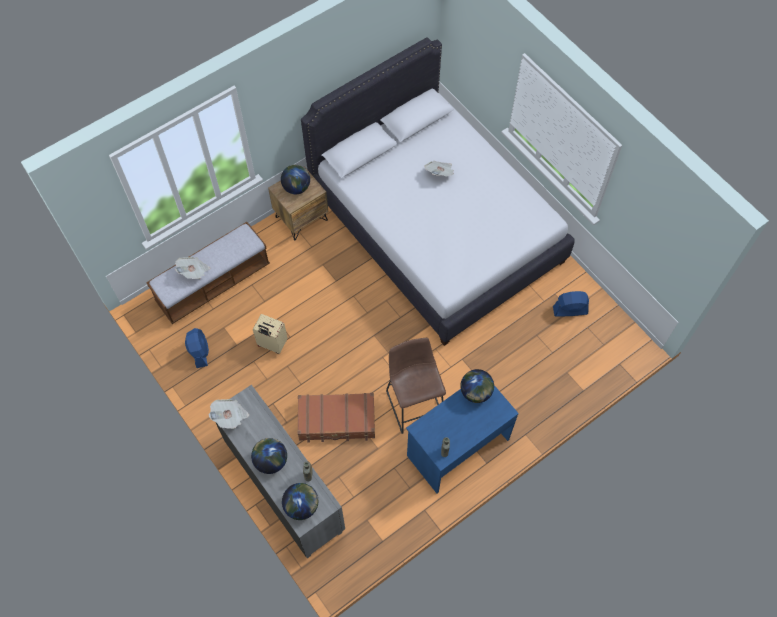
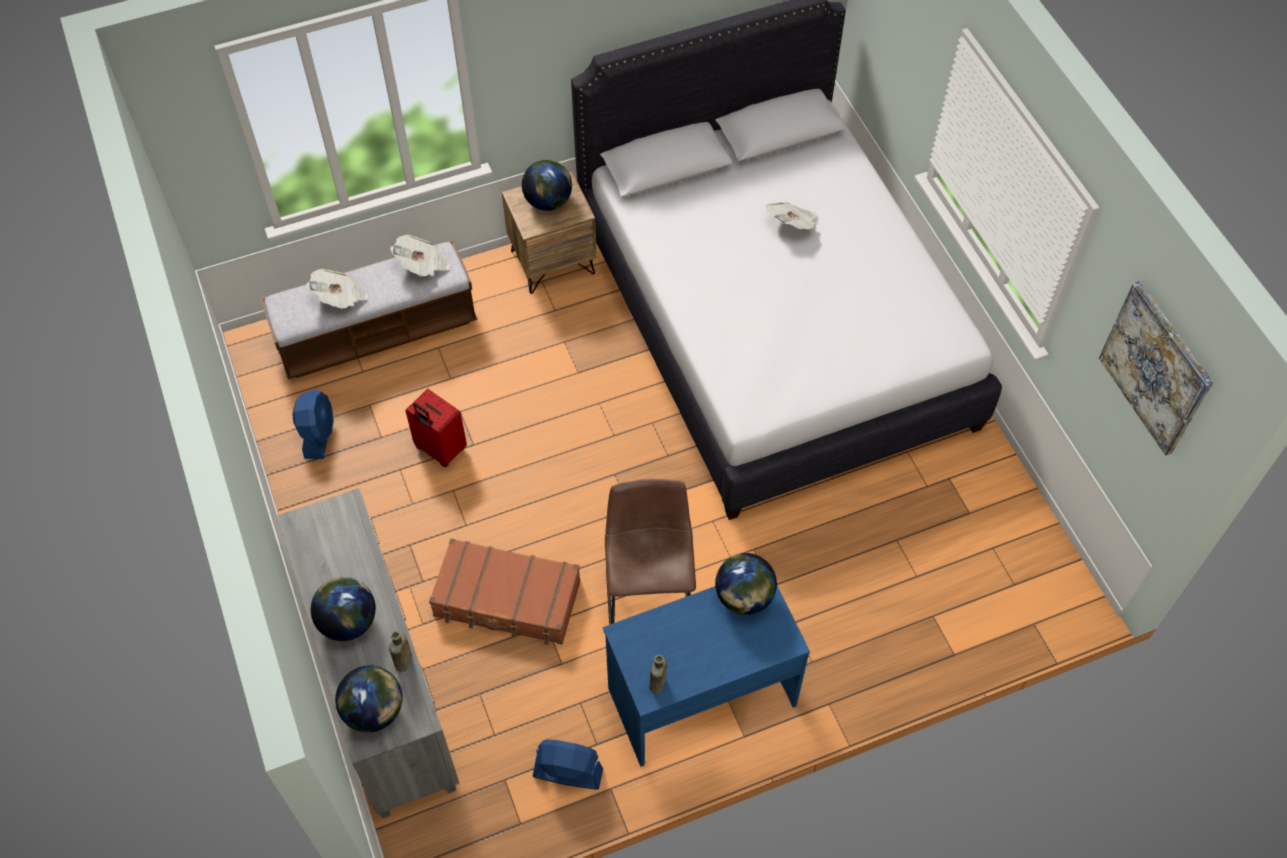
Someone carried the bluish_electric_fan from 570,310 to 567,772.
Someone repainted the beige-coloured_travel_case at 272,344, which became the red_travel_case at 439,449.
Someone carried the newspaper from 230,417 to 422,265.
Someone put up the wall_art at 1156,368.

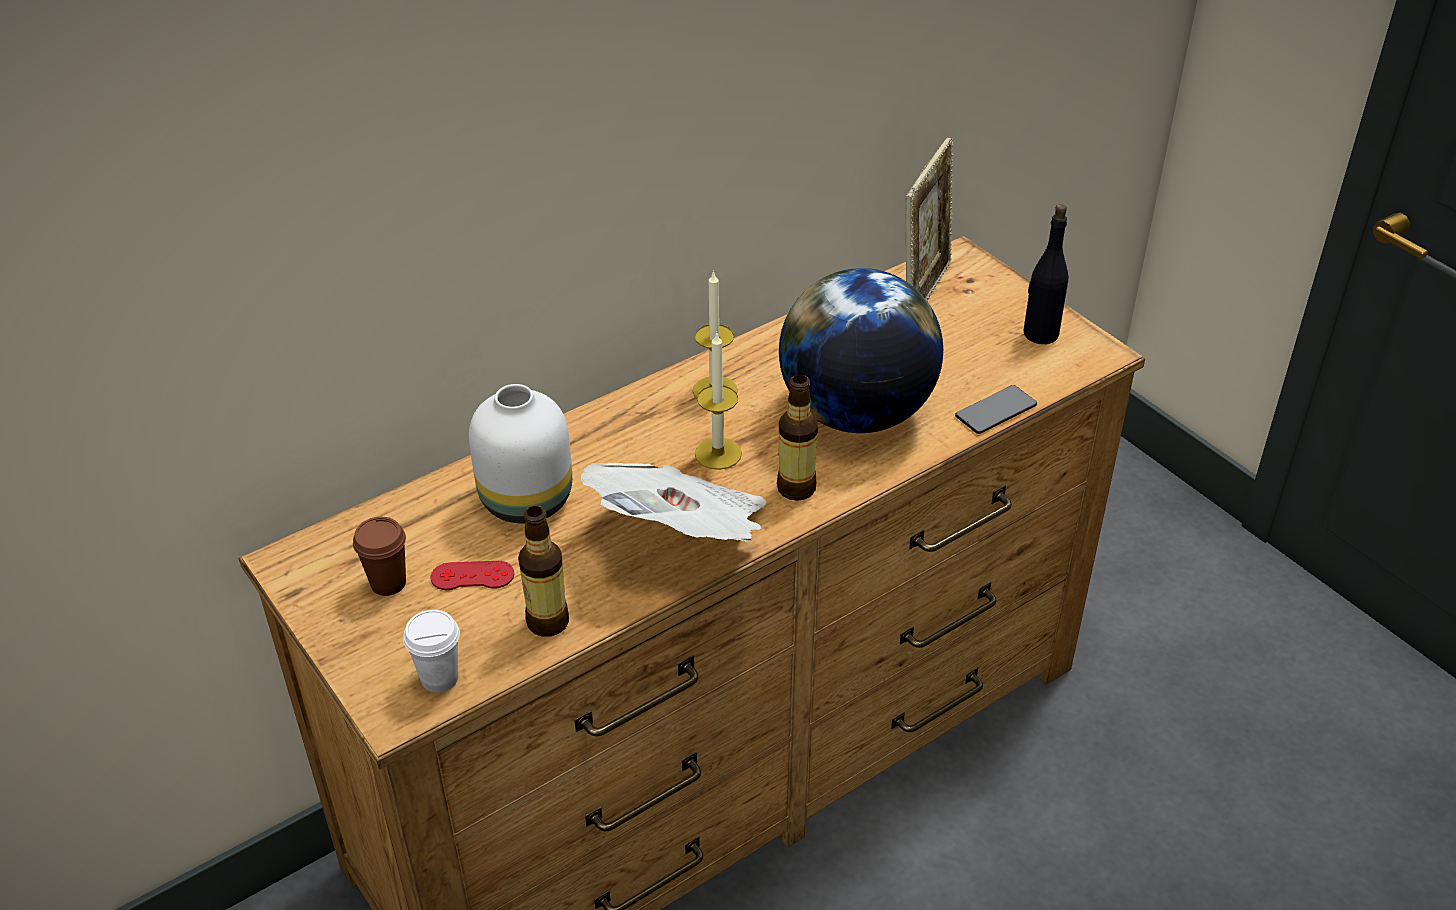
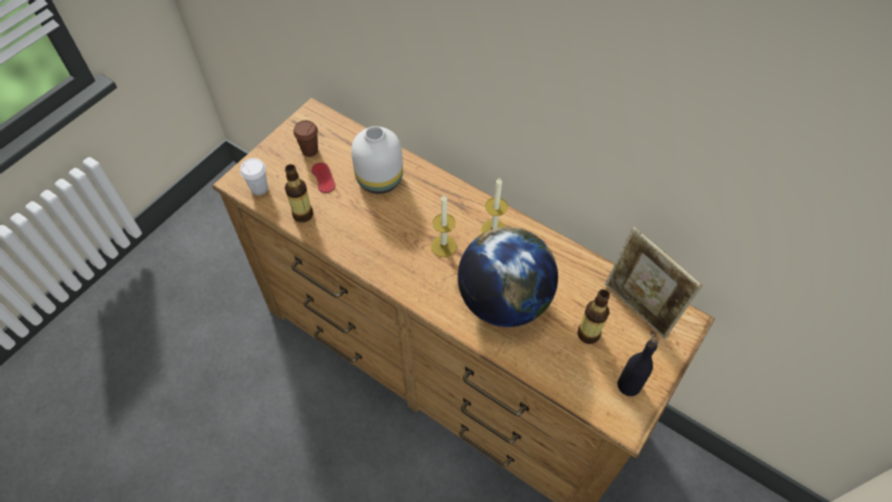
Someone rotated the standing_frame at 924,292 by 45 degrees clockwise.
Someone carried the bottle from 796,488 to 588,334.
Someone took away the handset at 995,411.
Someone took away the newspaper at 683,534.

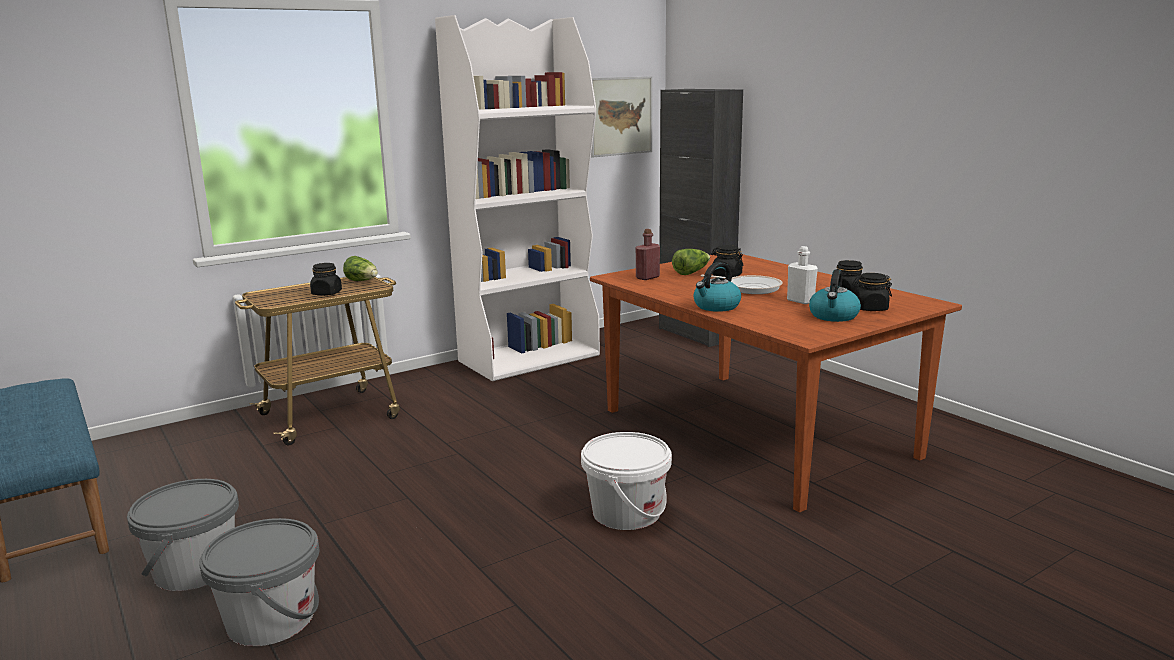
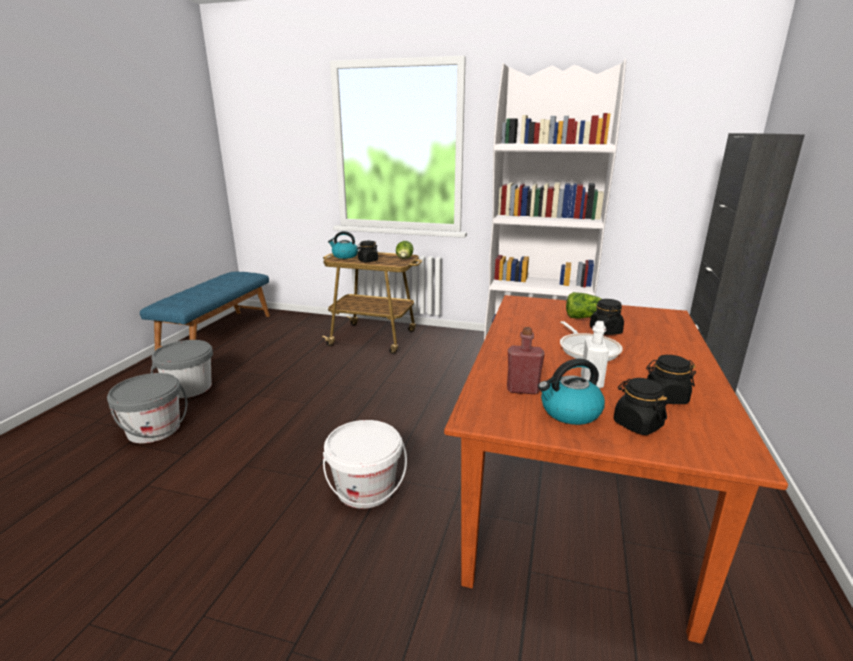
Someone took away the wall_art at 621,116.
Someone carried the red_bottle from 647,277 to 522,389.
Someone carried the tea_kettle from 716,306 to 344,256.

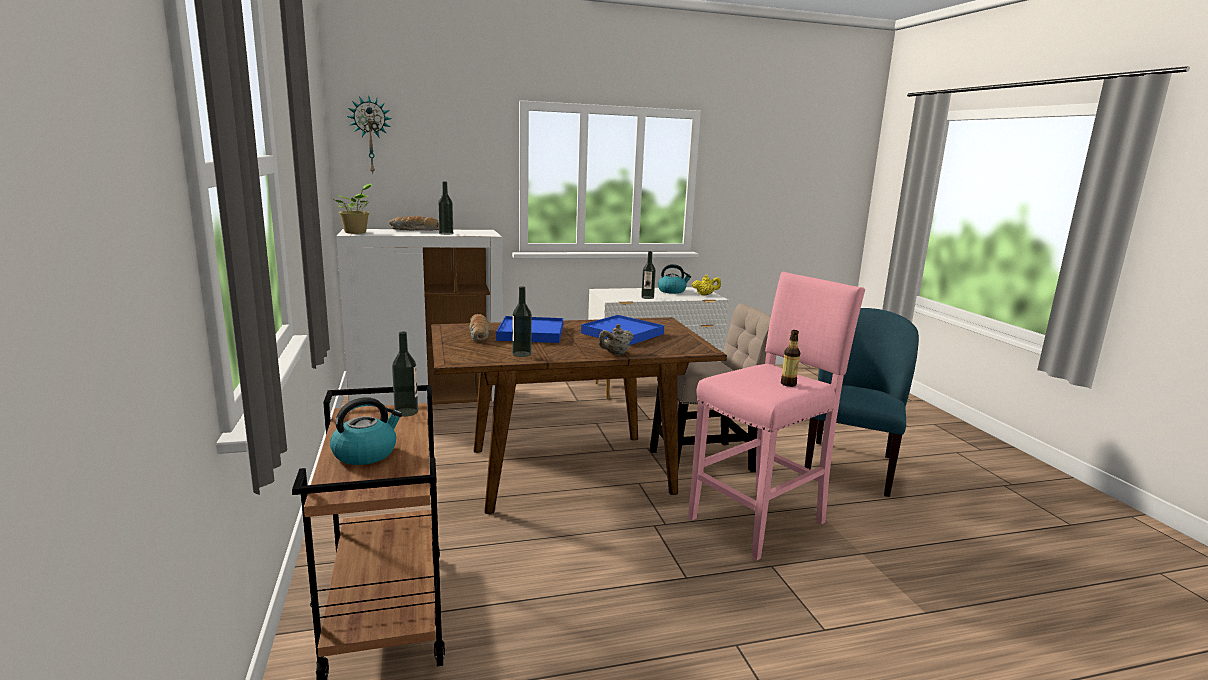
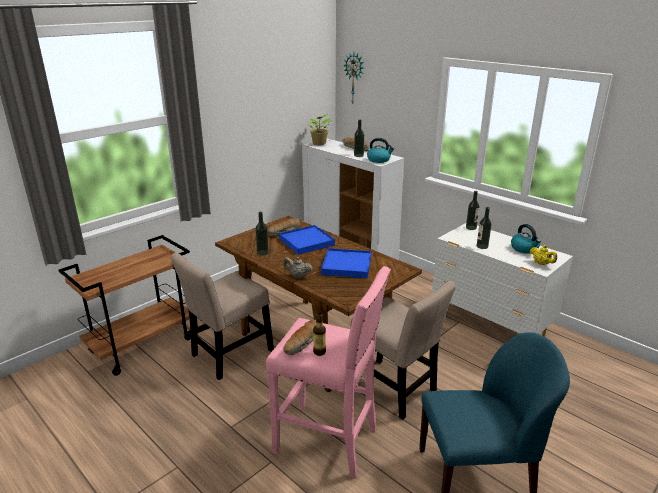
Someone carried the bottle from 406,412 to 471,227.
Someone carried the tea_kettle from 366,453 to 379,160.
Someone put down the beige-coloured_chair at 229,355.
Someone put down the bread at 303,343.

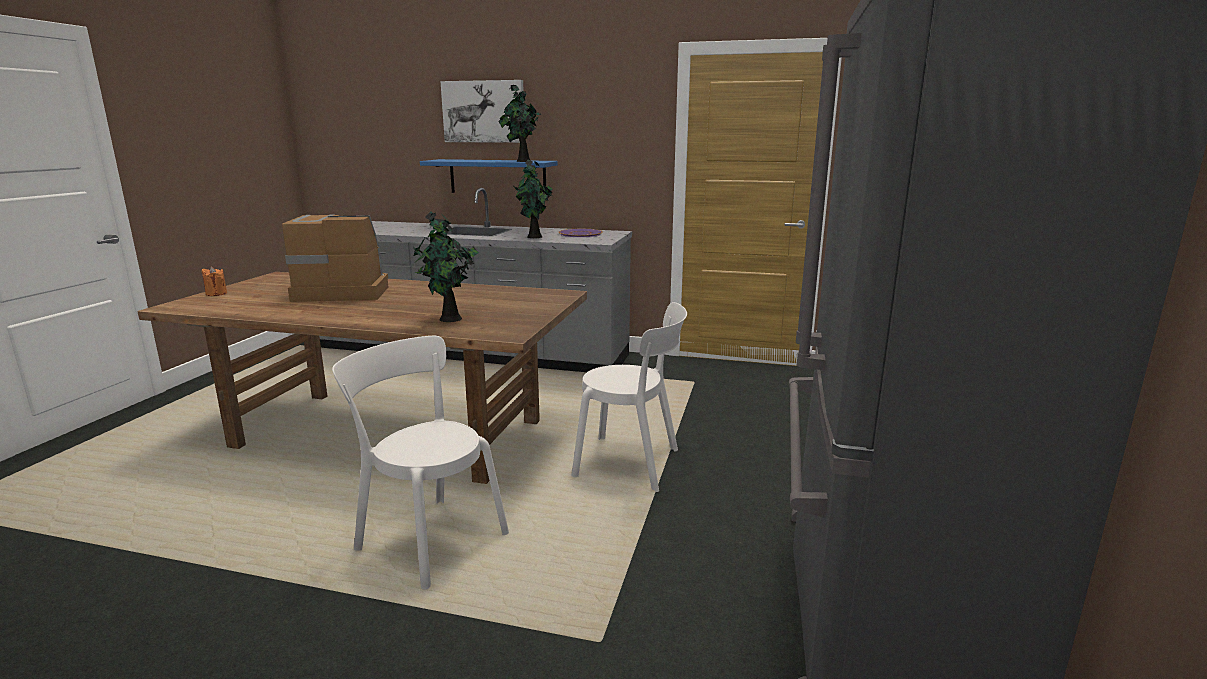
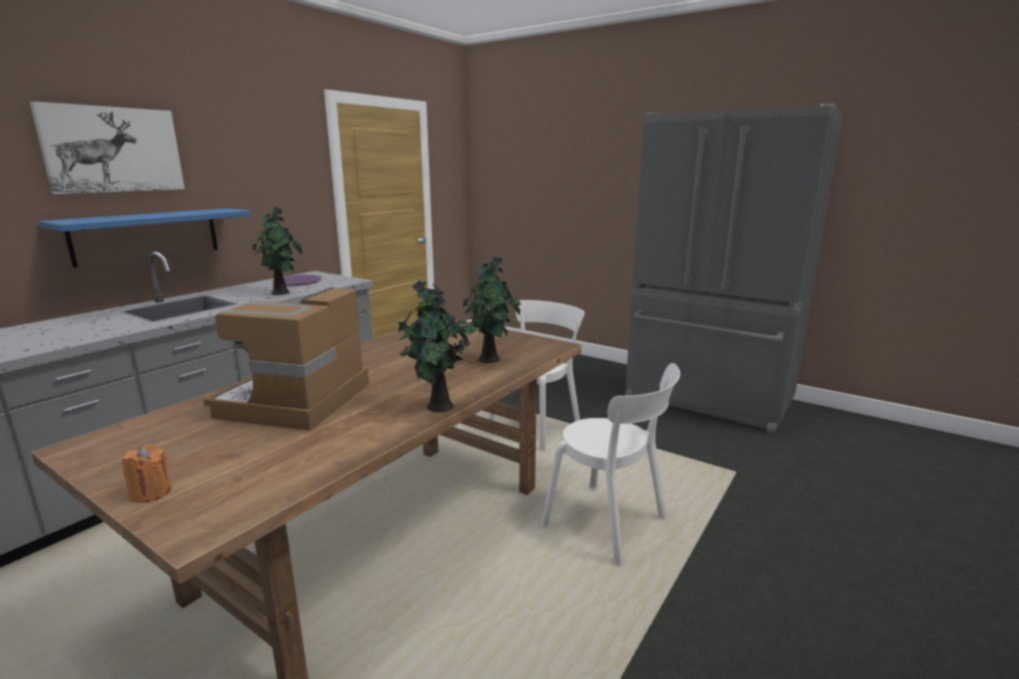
Someone carried the plant_in_a_pot from 522,161 to 439,407.
Someone rotated the white-coloured_chair at 428,538 by 105 degrees counterclockwise.

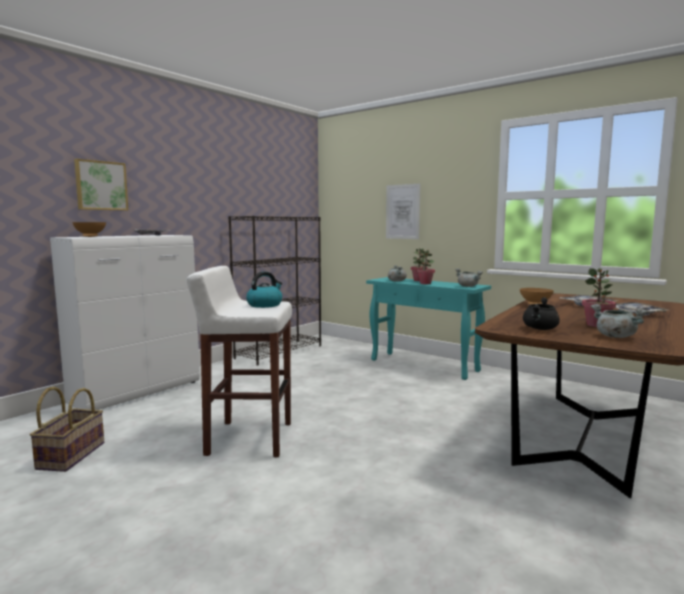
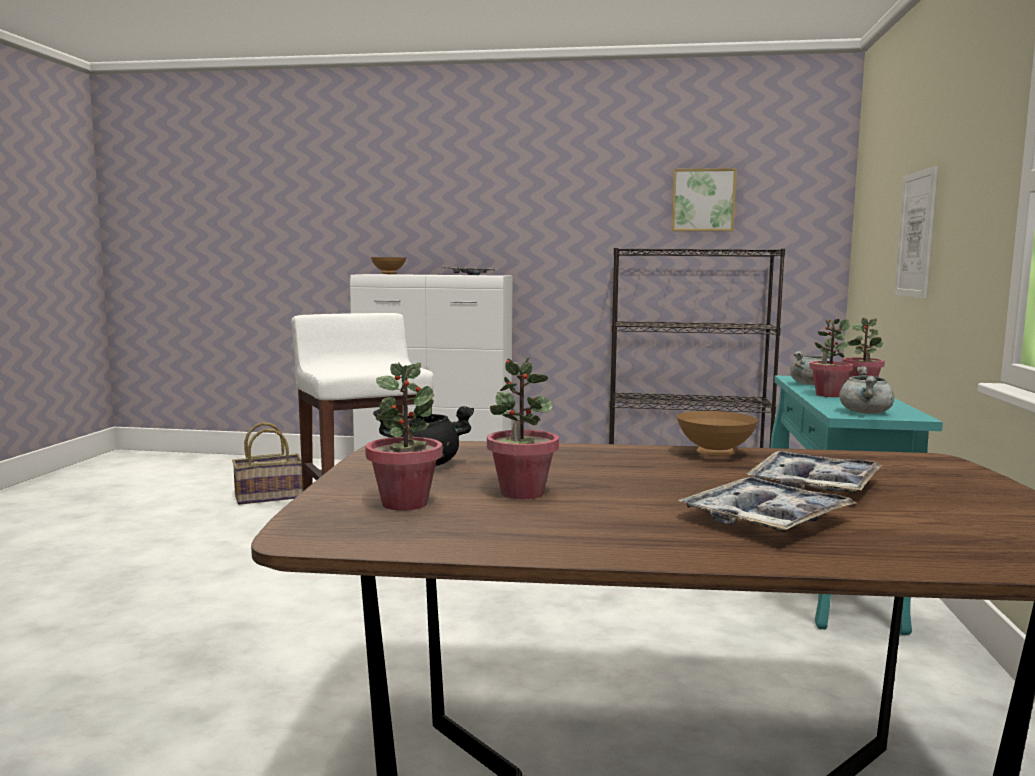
Someone carried the wall_art from 101,185 to 703,200.
Someone took away the tea_kettle at 265,305.
Someone swapped the greyish_stockpot at 614,336 for the plant_in_a_pot at 405,503.

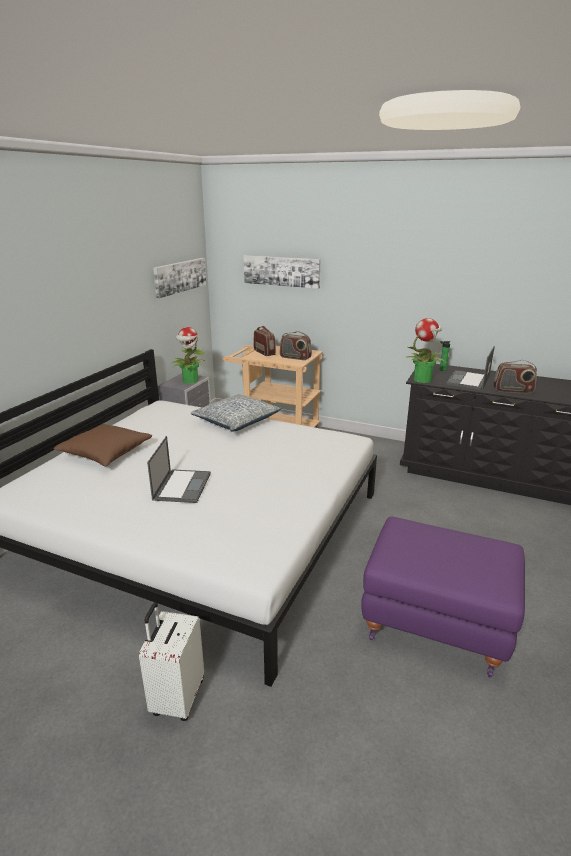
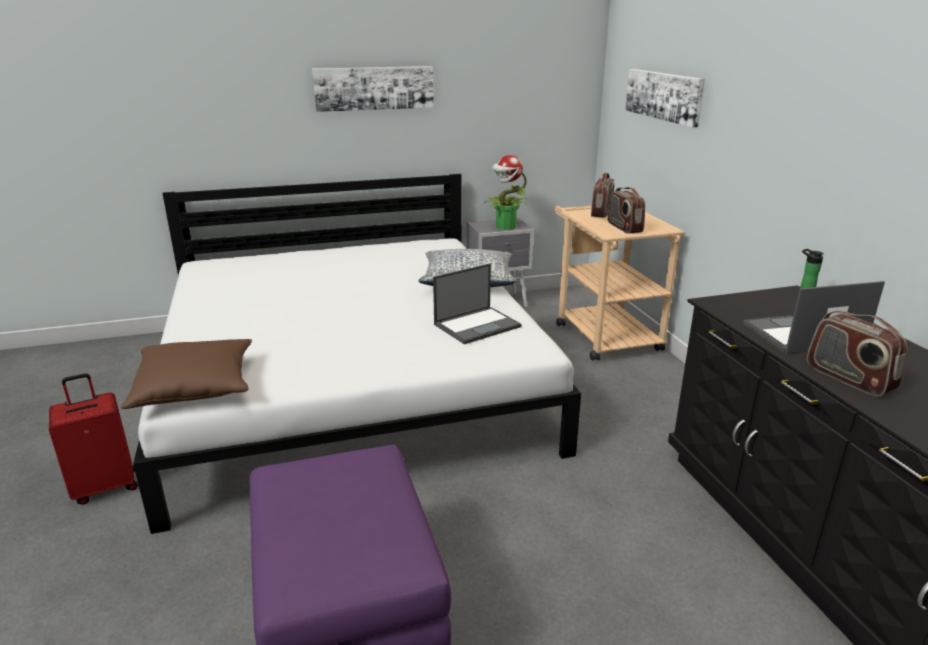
Someone carried the wall_art from 180,276 to 374,88.
Someone took away the plant_in_a_pot at 422,379.
Someone carried the brownish_cushion from 106,453 to 195,387.
Someone carried the notebook_computer from 182,486 to 477,325.
Someone repainted the white-coloured_travel_case at 177,698, which became the red_travel_case at 105,486.

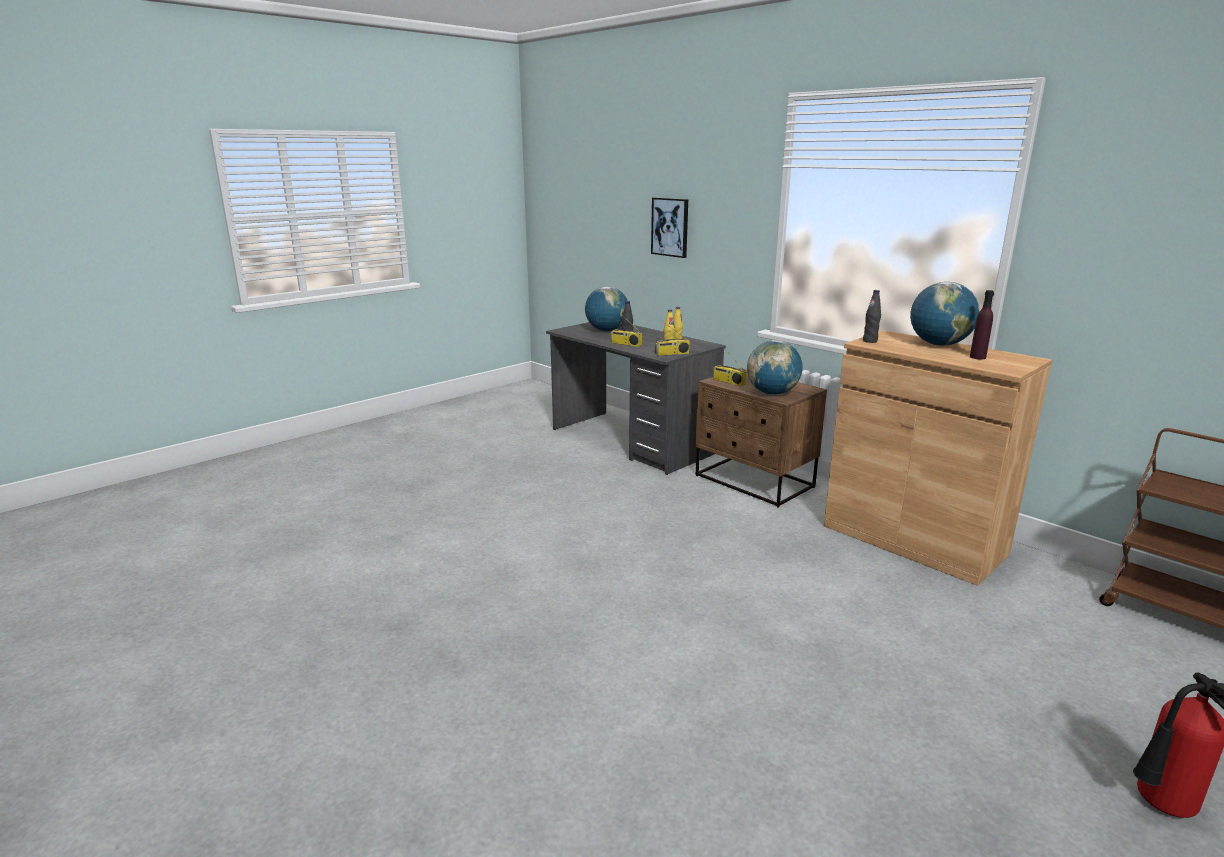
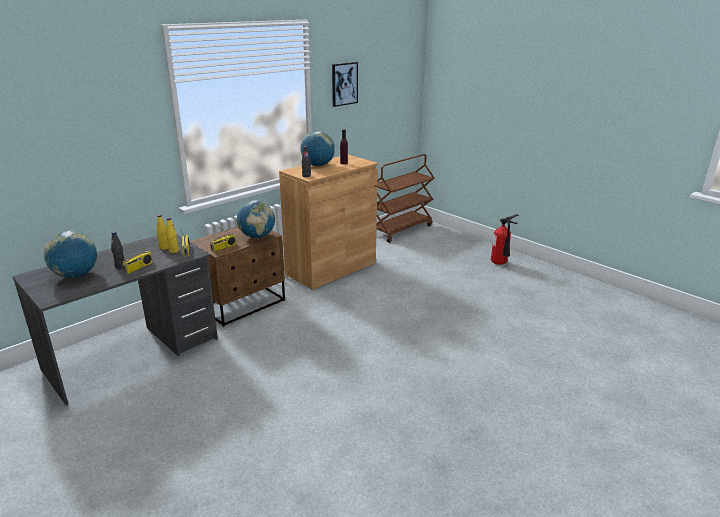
Someone carried the wall_art from 670,227 to 344,84.

